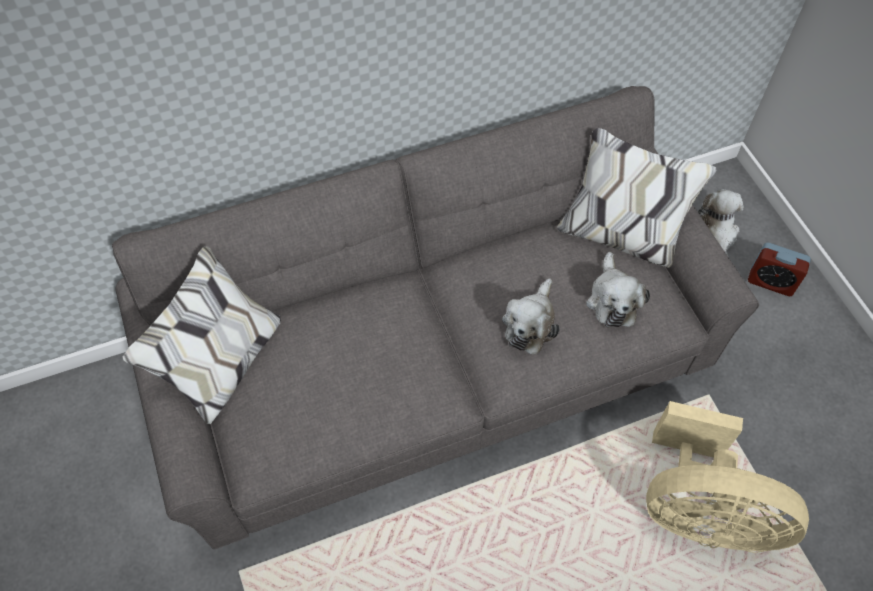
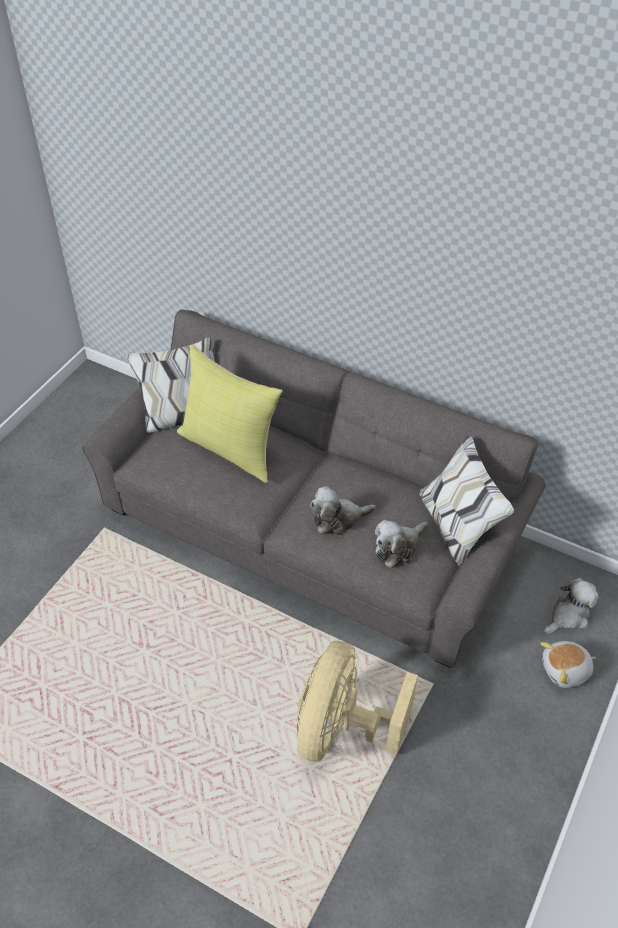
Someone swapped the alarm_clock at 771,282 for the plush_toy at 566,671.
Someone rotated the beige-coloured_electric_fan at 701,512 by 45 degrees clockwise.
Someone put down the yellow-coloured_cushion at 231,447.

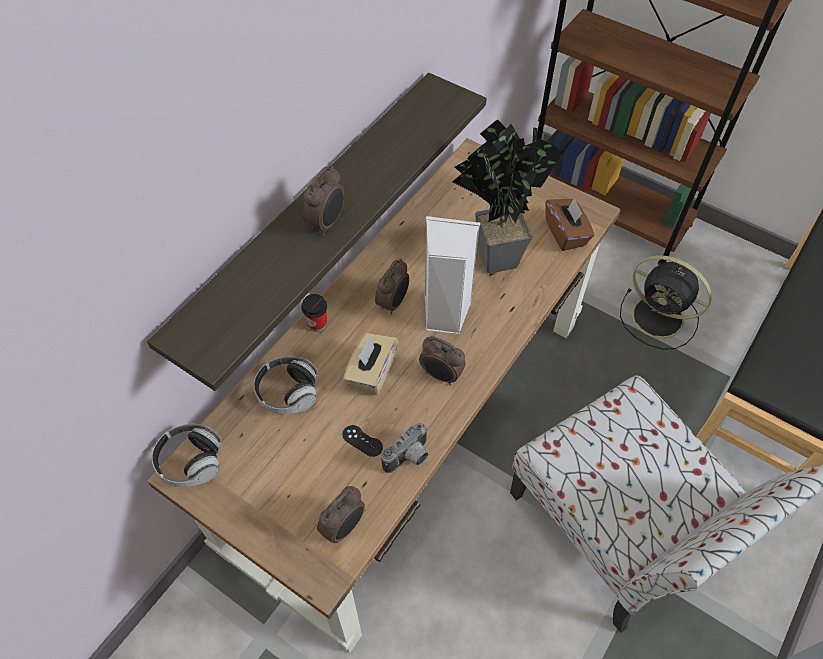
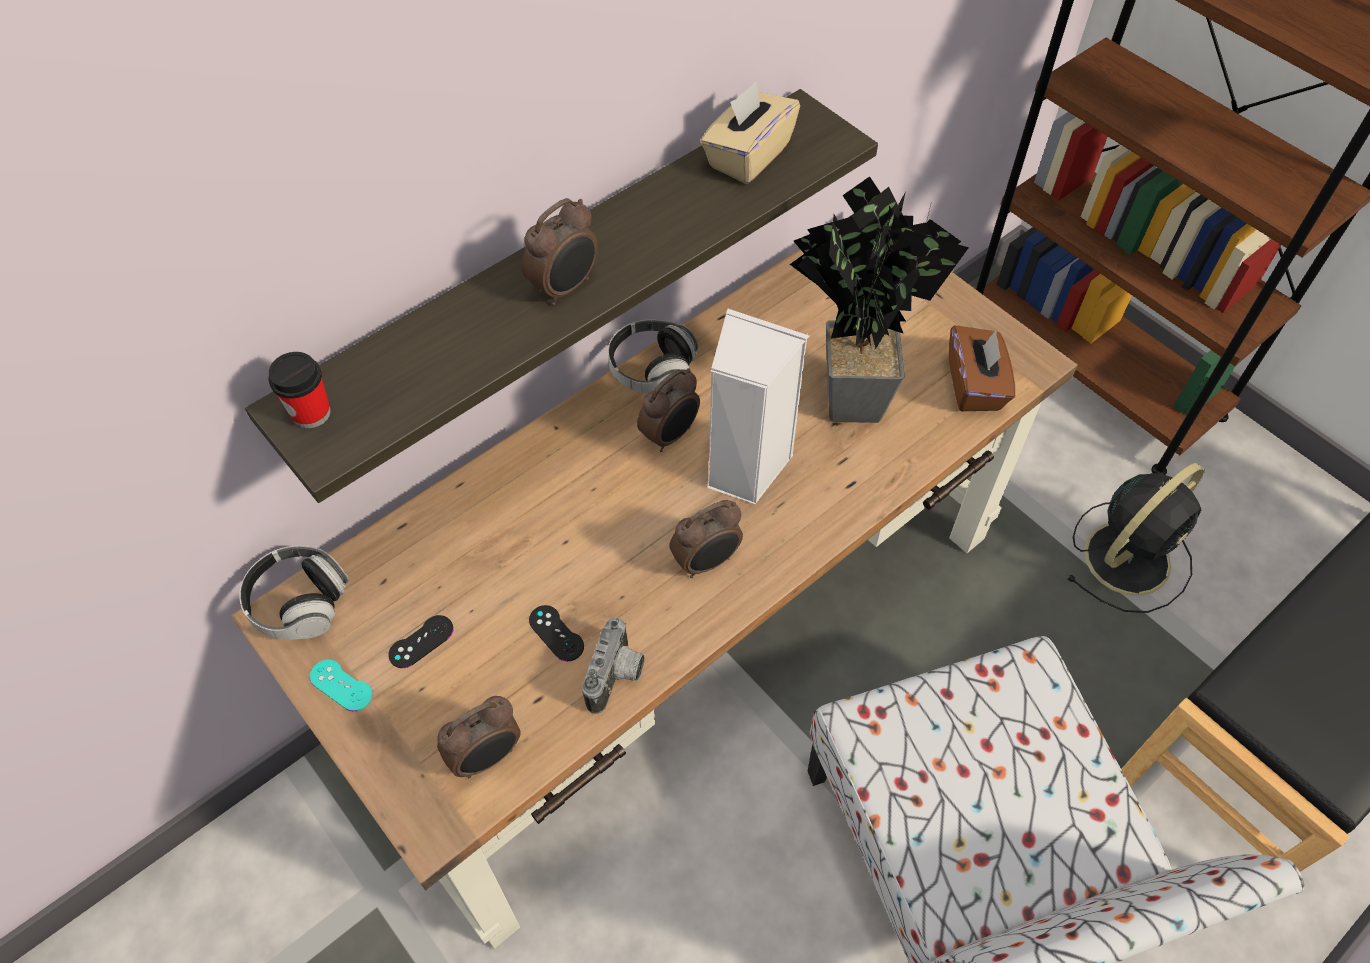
Someone rotated the blackish_electric_fan at 660,318 by 90 degrees counterclockwise.
Someone carried the drinking_cup from 317,323 to 311,413.
Someone carried the beige-coloured_tissue_holder from 371,373 to 748,156.
Someone rotated the alarm_clock at 441,375 by 75 degrees counterclockwise.
Someone carried the headphones from 288,392 to 652,370.
Someone rotated the photo_camera at 409,458 by 45 degrees counterclockwise.
Someone put down the blackish_joypad at 421,642.
Someone put down the turquoise-coloured_joypad at 341,685.

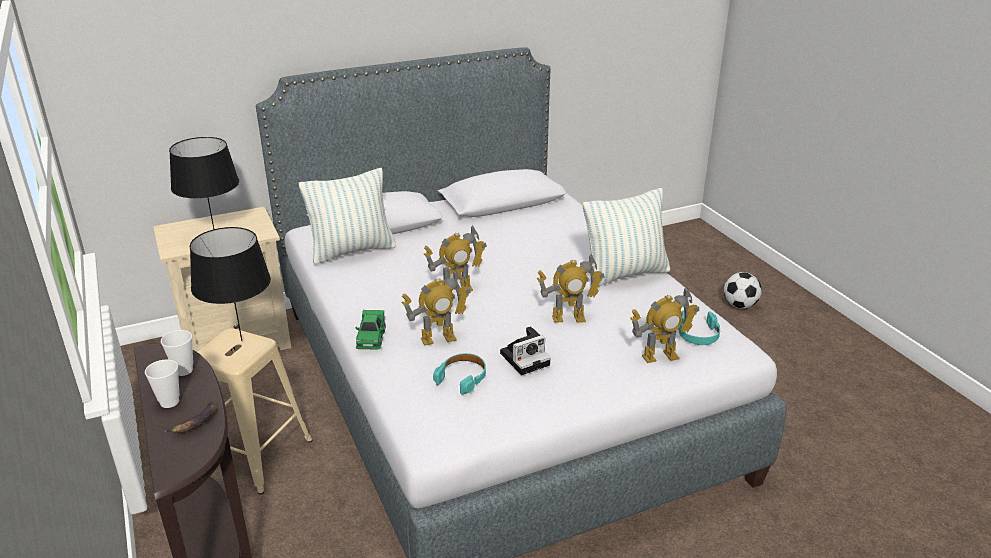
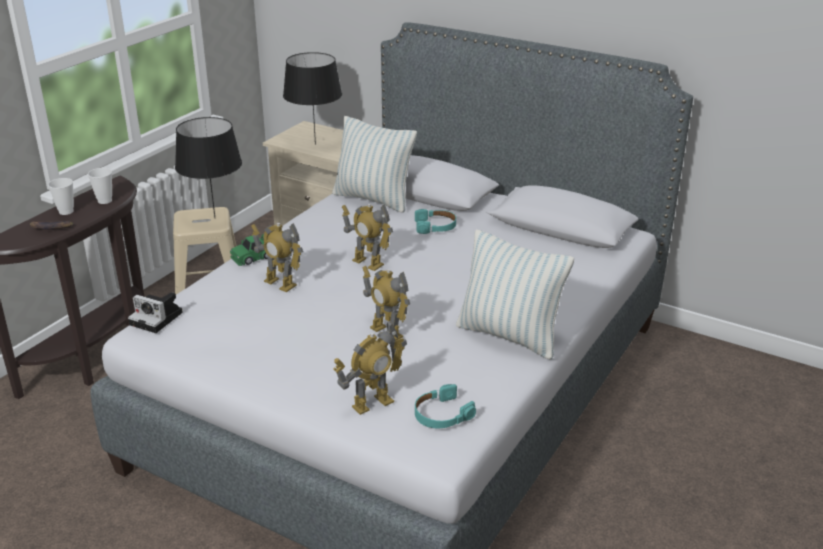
Someone took away the ball_for_football at 739,305.
Someone rotated the robot_figure at 660,356 by 75 degrees counterclockwise.
Someone carried the photo_camera from 526,358 to 158,319.
Someone carried the turquoise-coloured_headphones from 462,377 to 435,226.

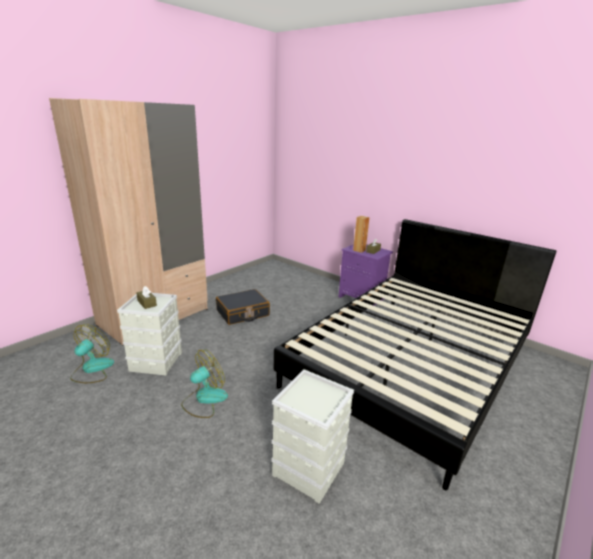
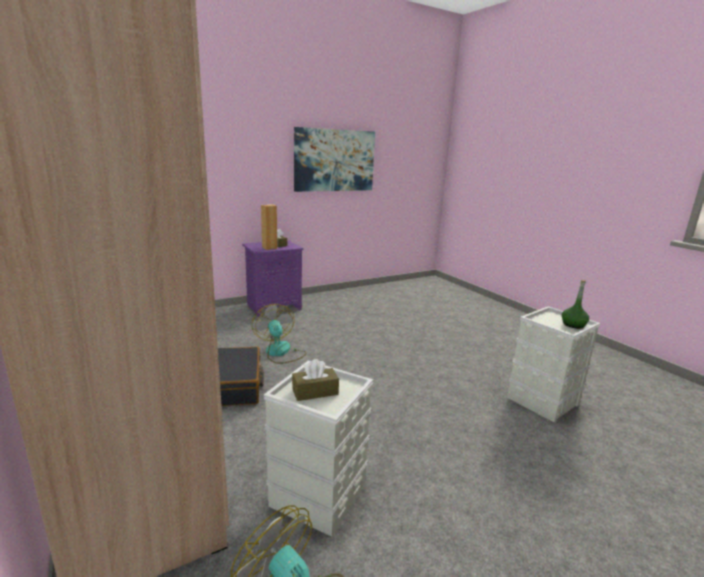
Someone took away the blackish_bedroom_bed at 411,365.
Someone carried the electric_fan from 204,399 to 280,353.
Someone put up the wall_art at 334,160.
Someone put down the green_bottle at 573,325.

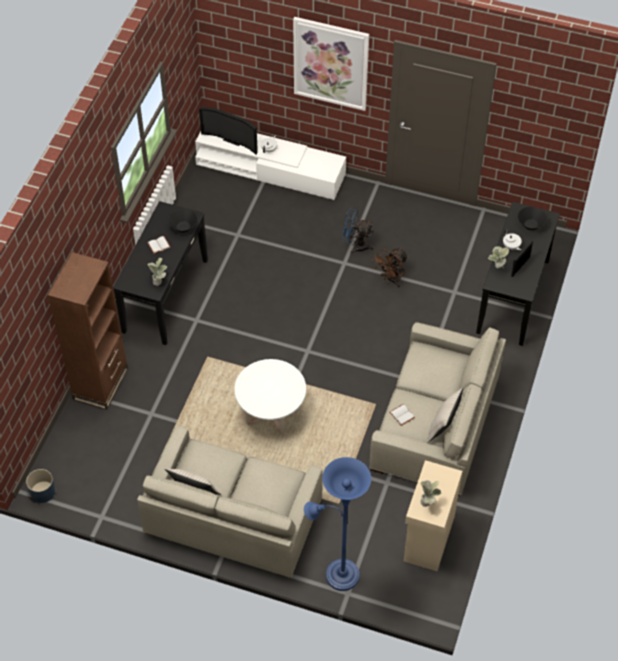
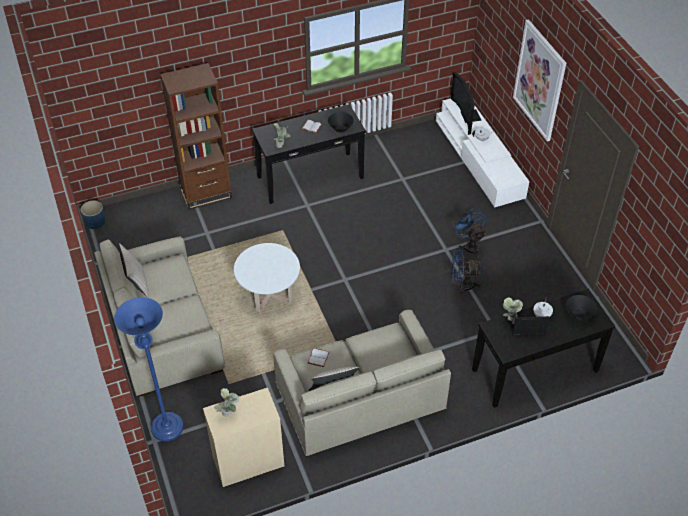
Someone repainted the brownish_electric_fan at 391,280, which became the bluish_electric_fan at 462,285.

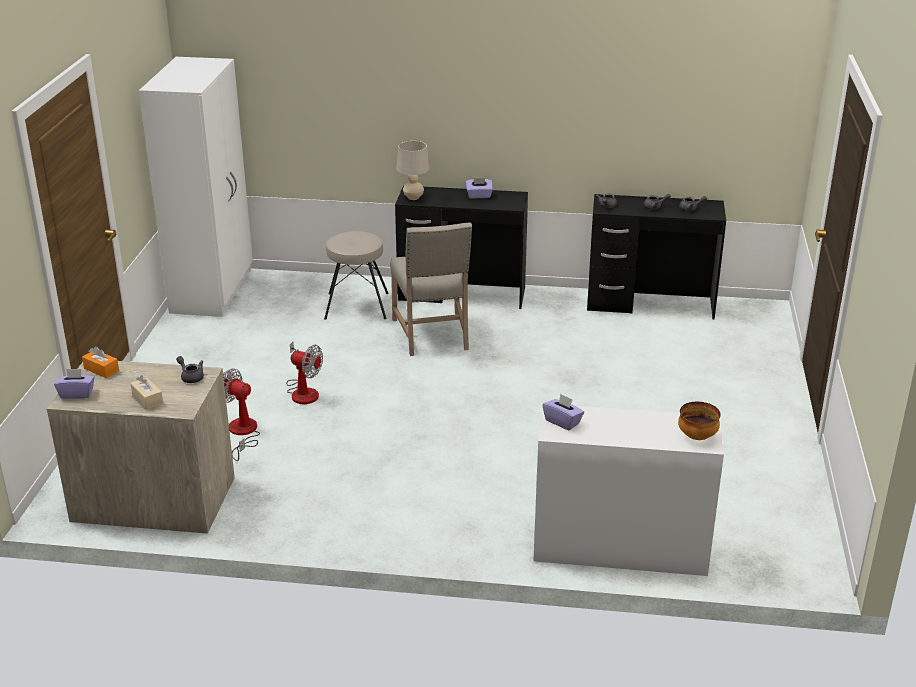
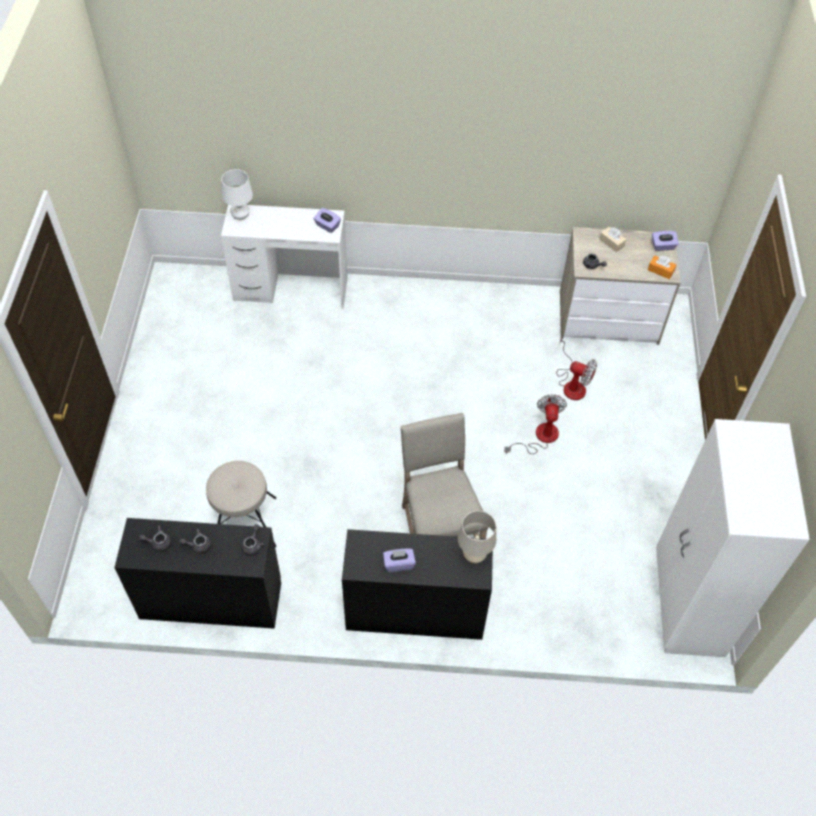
Someone carried the beige-coloured_stool_seat from 357,306 to 244,522.
Someone rotated the electric_fan at 303,391 by 75 degrees clockwise.
Someone swapped the bowl at 697,437 for the white-coloured_table_lamp at 240,216.

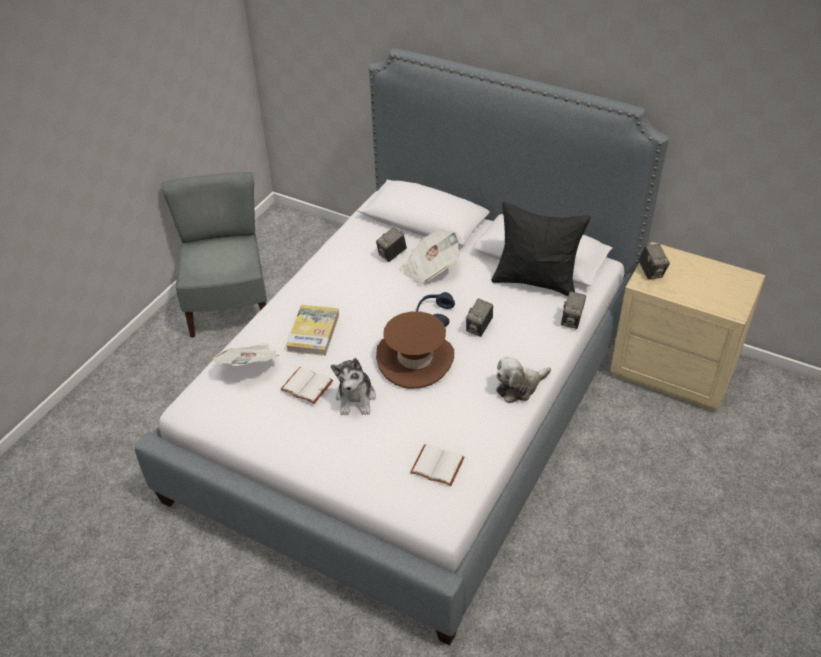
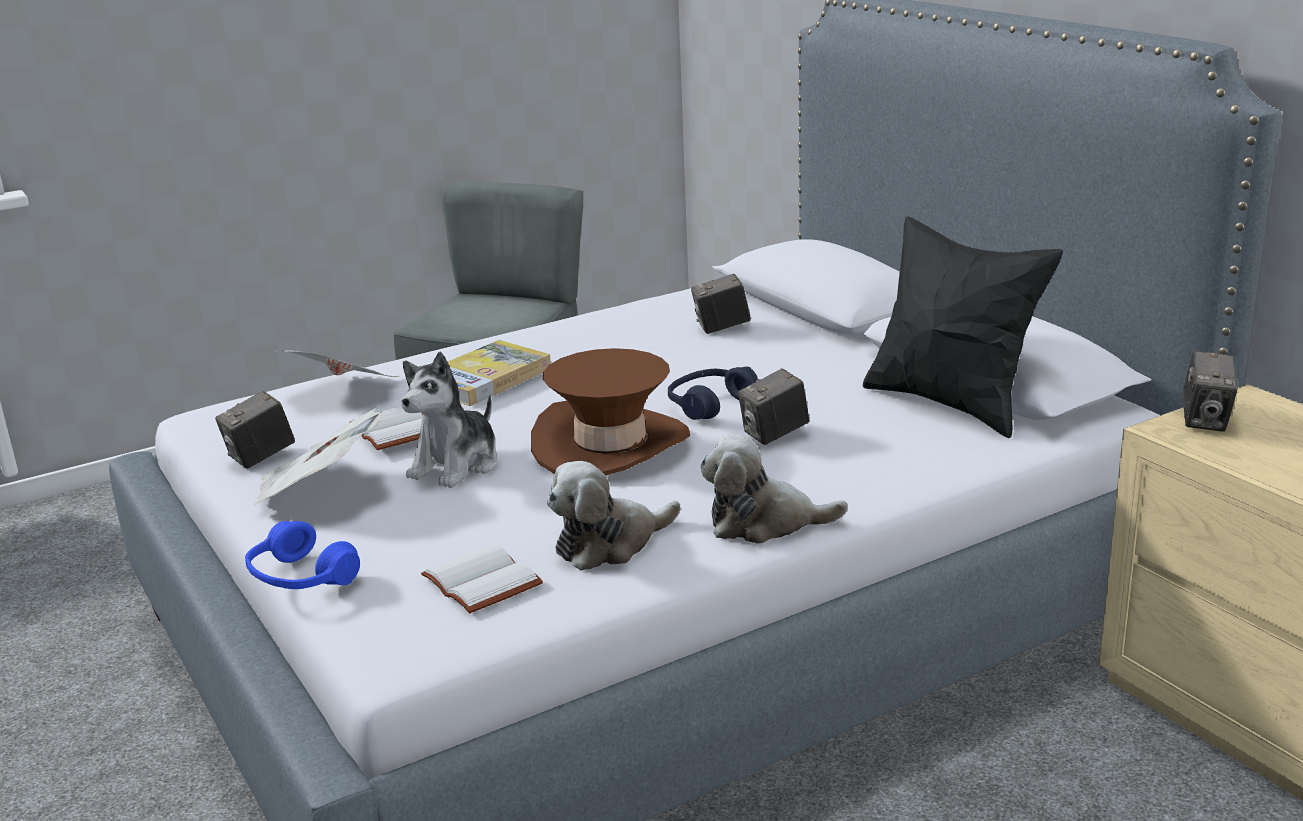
Someone carried the newspaper from 430,268 to 320,490.
Someone carried the photo_camera from 572,320 to 260,457.
Someone put down the plush_toy at 610,544.
Someone put down the bluish_headphones at 301,578.

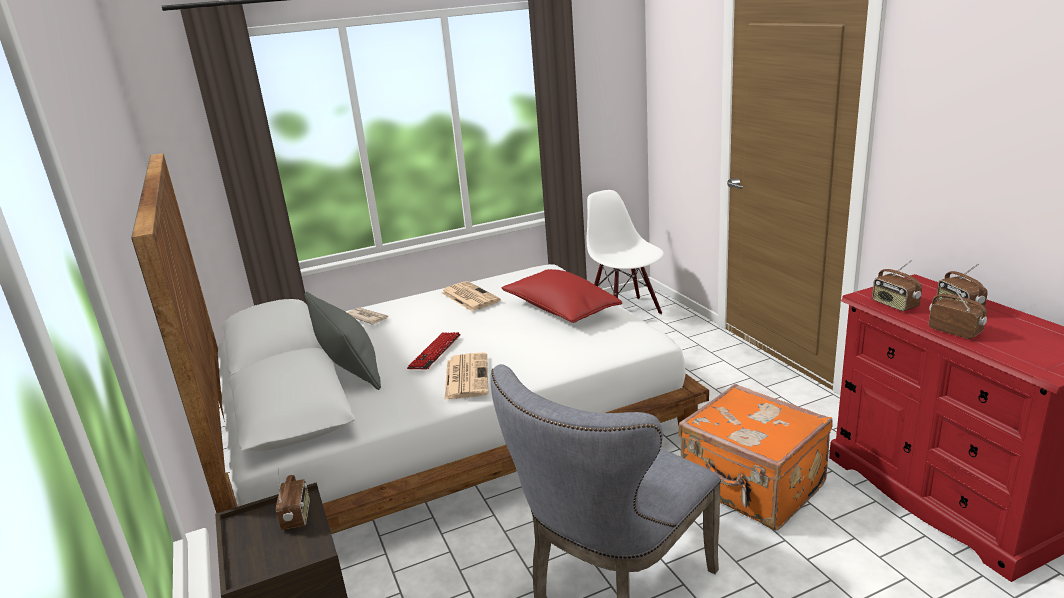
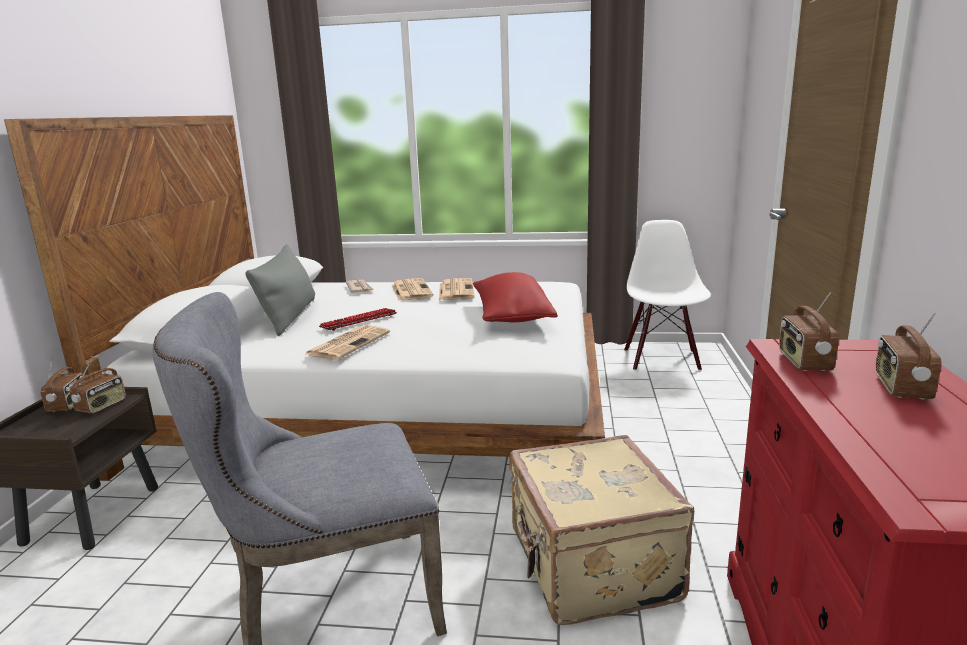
Someone carried the radio_set from 955,331 to 68,405.
Someone repainted the orangey_travel_case at 751,487, which became the beige-coloured_travel_case at 590,567.
Someone put down the newspaper at 411,290.

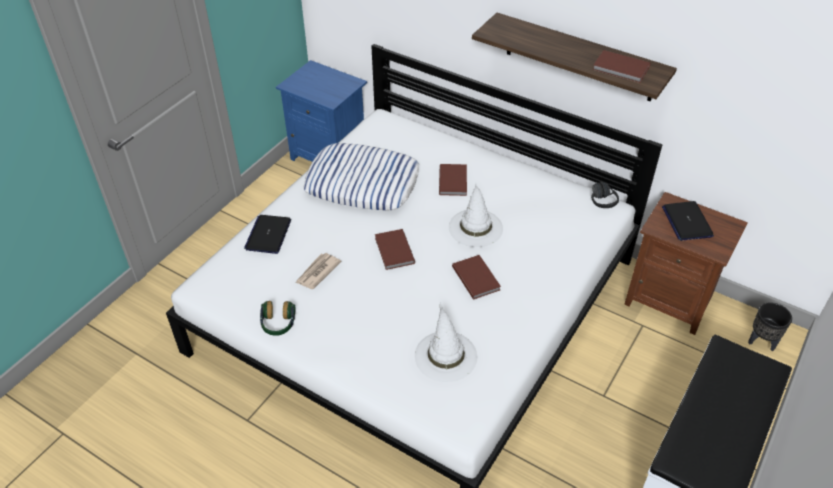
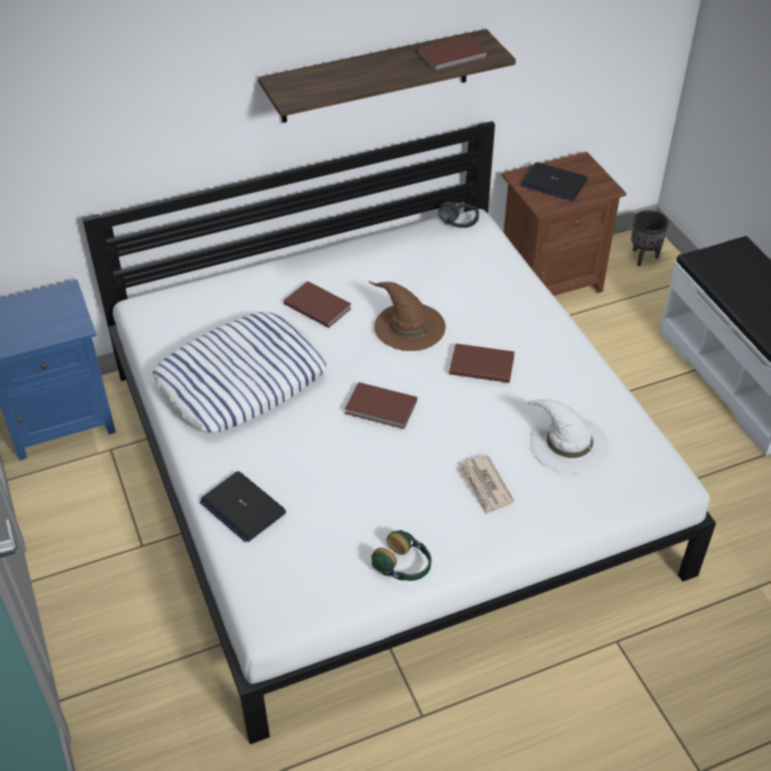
Someone repainted the white-coloured_clothing_hat at 475,227, which became the brownish_clothing_hat at 408,326.
Someone carried the newspaper from 317,272 to 484,486.

